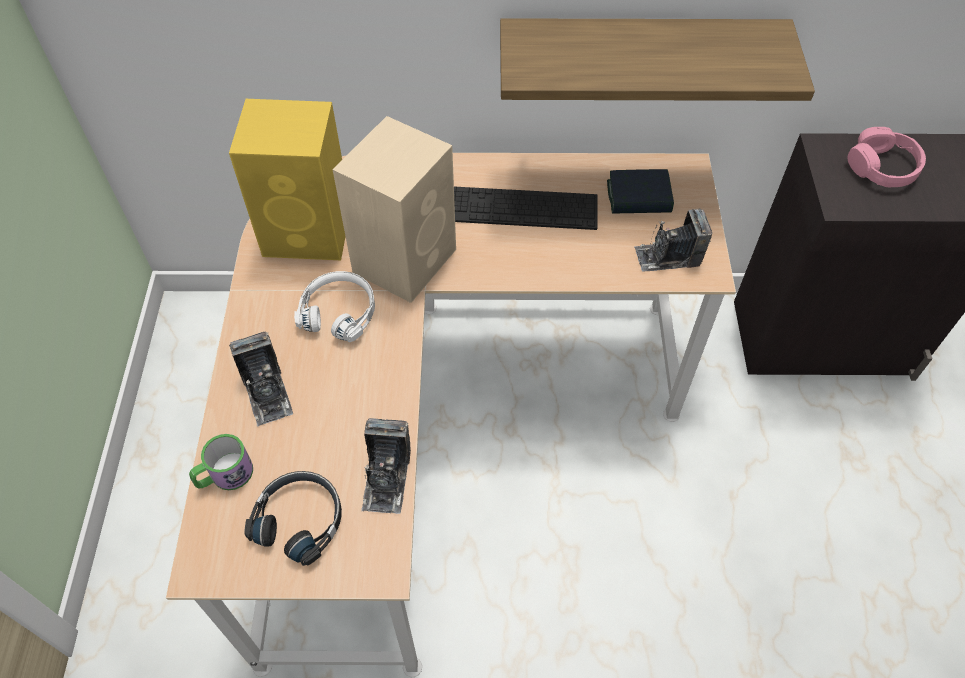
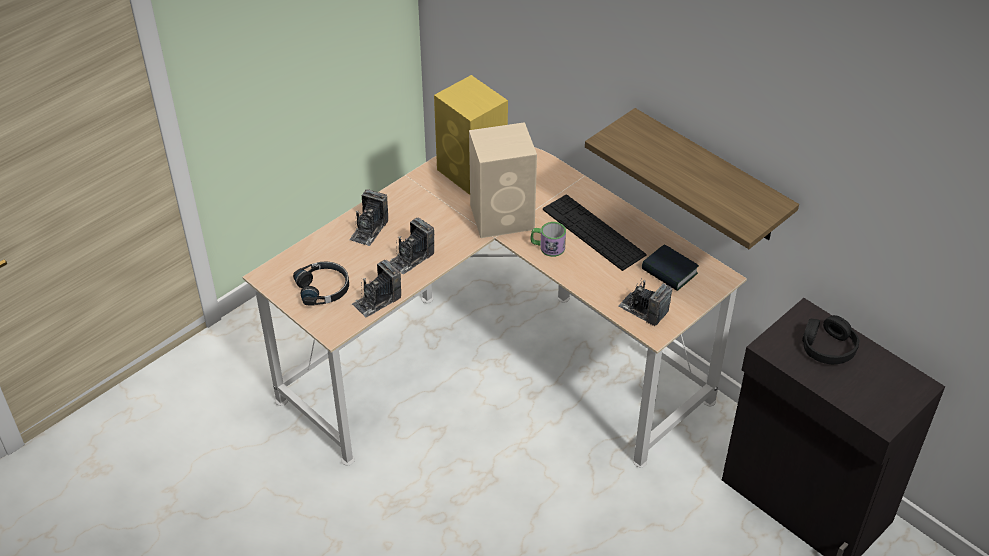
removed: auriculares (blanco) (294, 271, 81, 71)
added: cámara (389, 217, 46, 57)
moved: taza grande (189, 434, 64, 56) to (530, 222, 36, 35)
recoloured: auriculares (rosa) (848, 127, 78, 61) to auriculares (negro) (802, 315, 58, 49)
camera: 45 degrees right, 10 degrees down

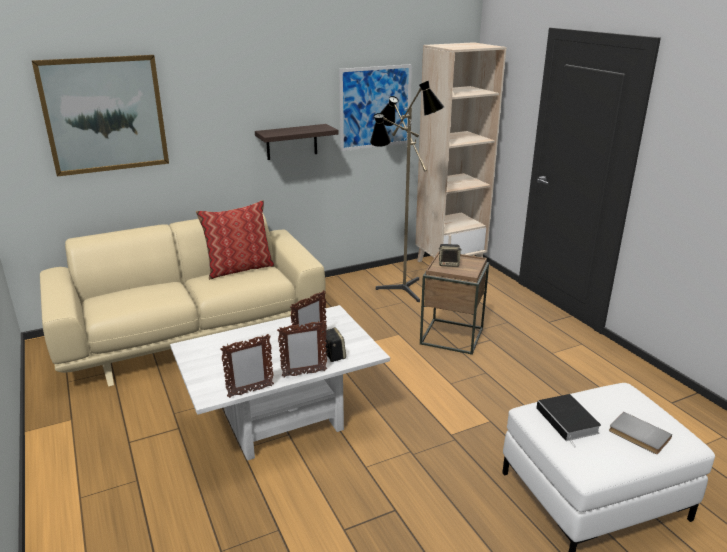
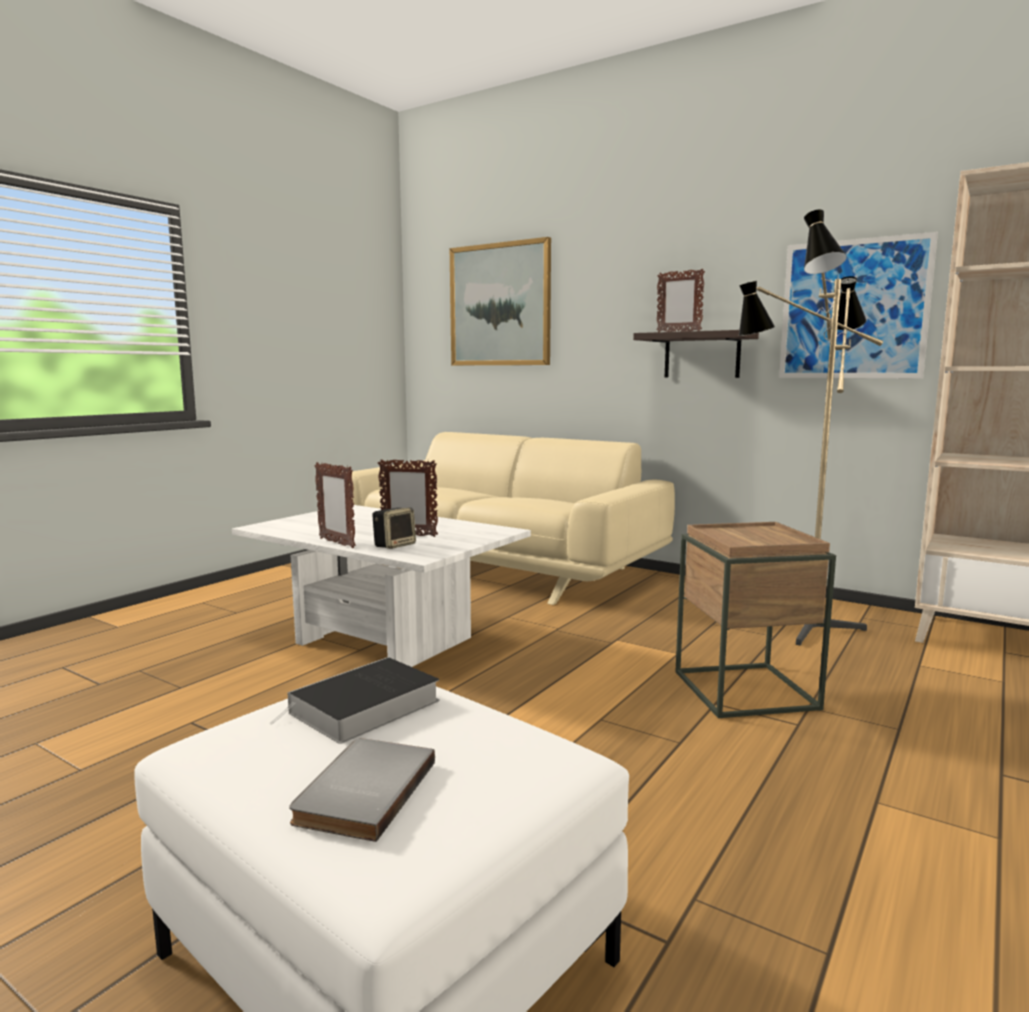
removed: cojín (196, 200, 79, 80); altavoz (439, 244, 23, 23)
moved: portarretratos (220, 334, 54, 64) to (657, 269, 48, 63)
camera: 60 degrees right, 15 degrees down

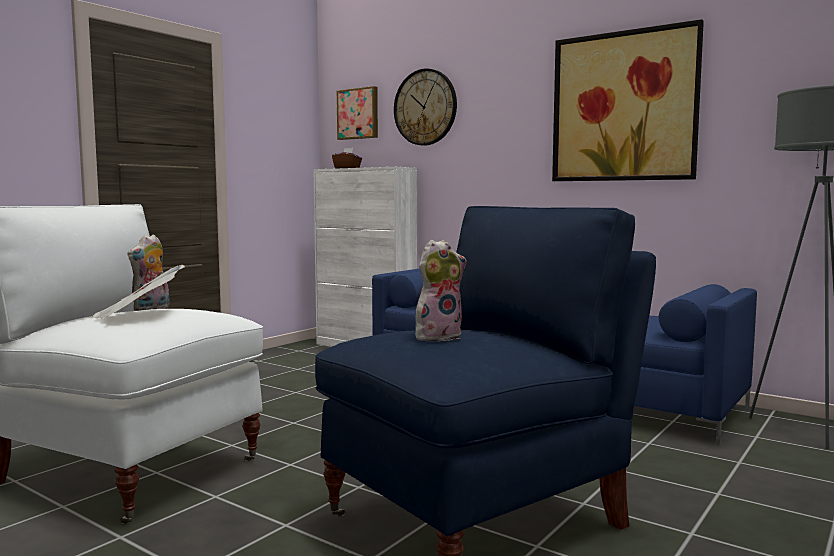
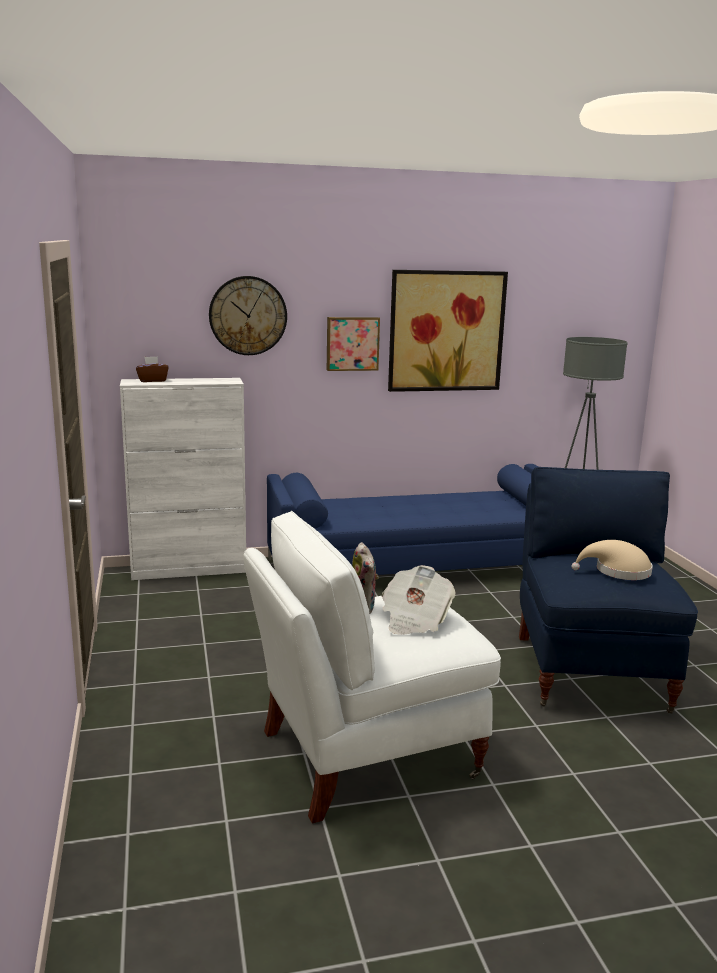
moved: cuadro (337, 86, 41, 54) to (327, 317, 53, 54)
replaced: peluche (415, 239, 52, 102) to sombrero (beis) (571, 540, 82, 40)
camera: 50 degrees left, 10 degrees up

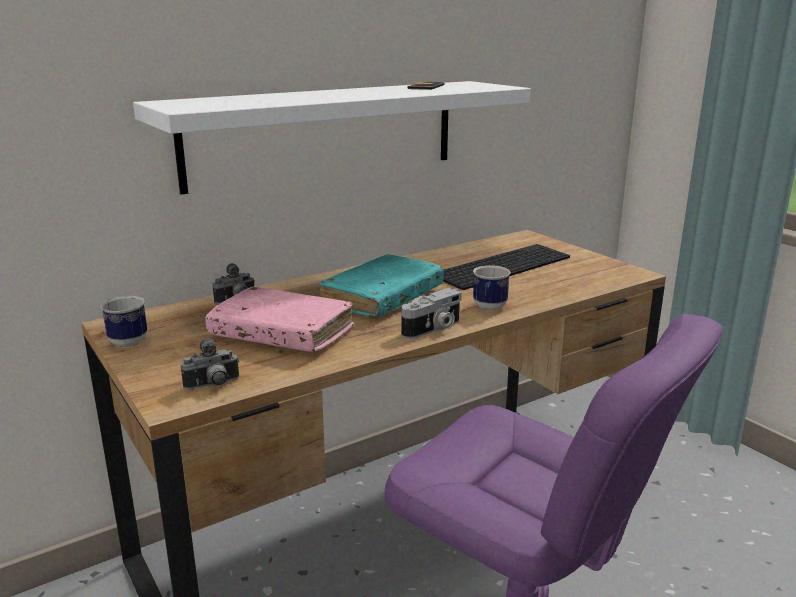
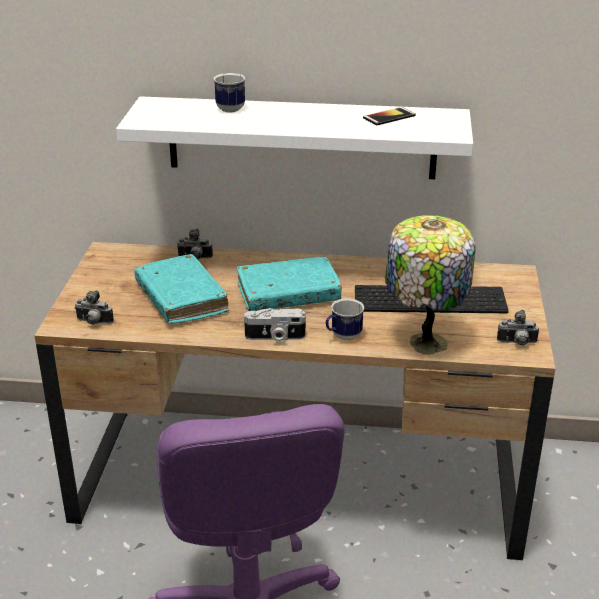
added: lámpara de mesa (385, 215, 91, 140); cámara (497, 310, 42, 36)
moved: taza grande (101, 296, 46, 51) to (213, 73, 32, 39)
recoloured: libro (rosa) (205, 286, 149, 66) to libro (turquesa) (135, 254, 94, 70)
camera: 40 degrees right, 10 degrees up

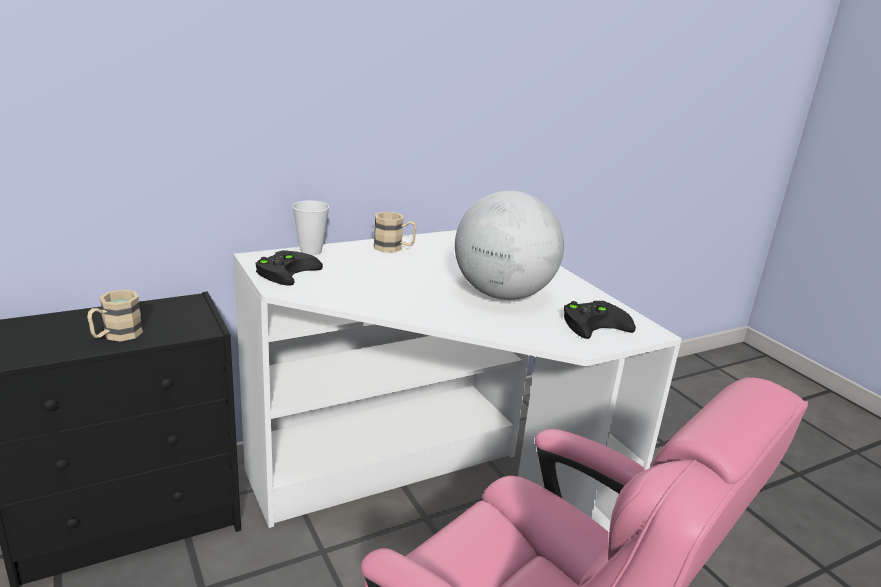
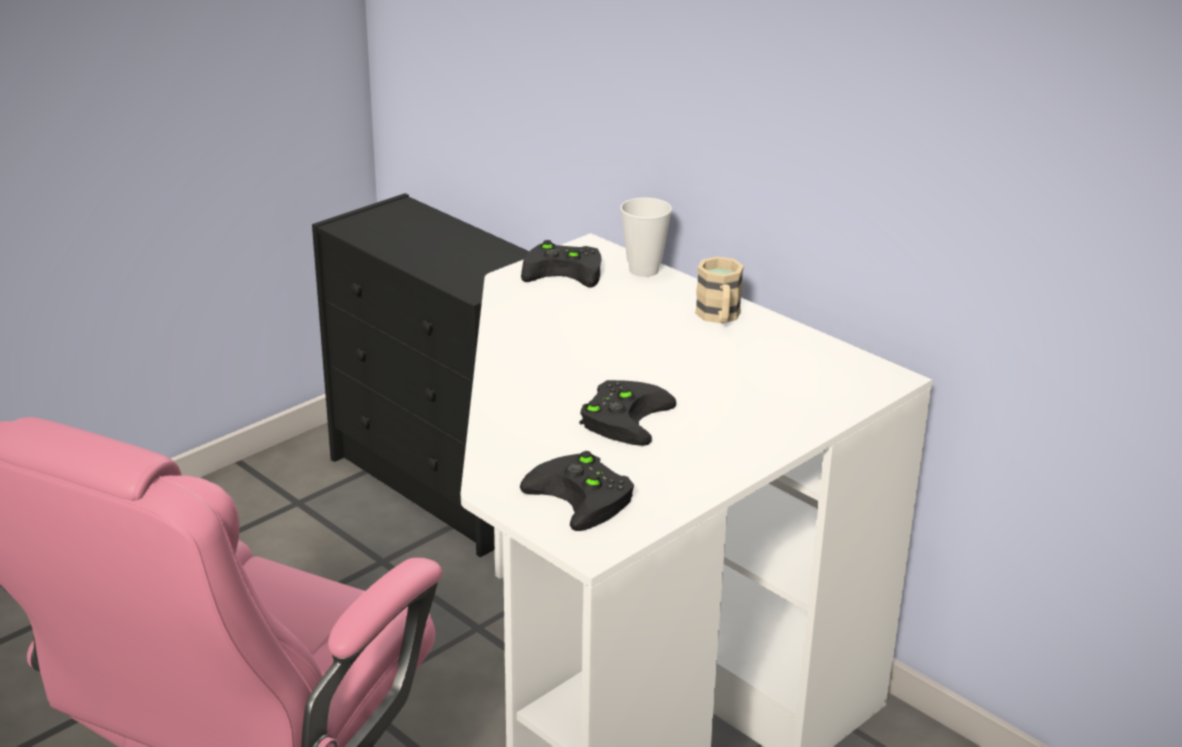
removed: taza grande (beis) (87, 289, 56, 53)
replaced: globo terráqueo (455, 191, 109, 109) to mando de consola (negro) (579, 380, 97, 66)
camera: 75 degrees right, 5 degrees up

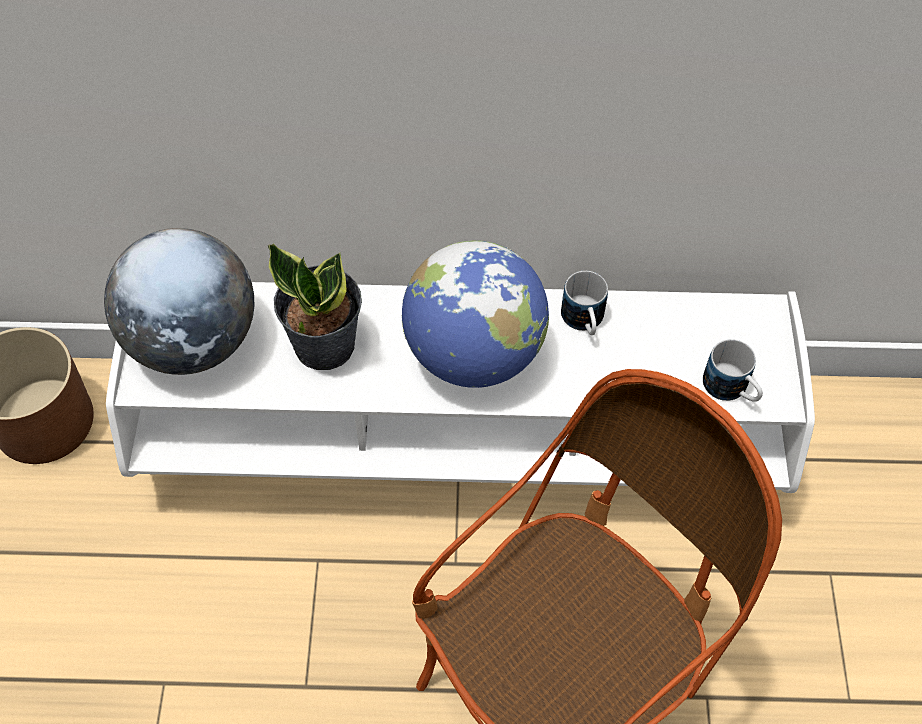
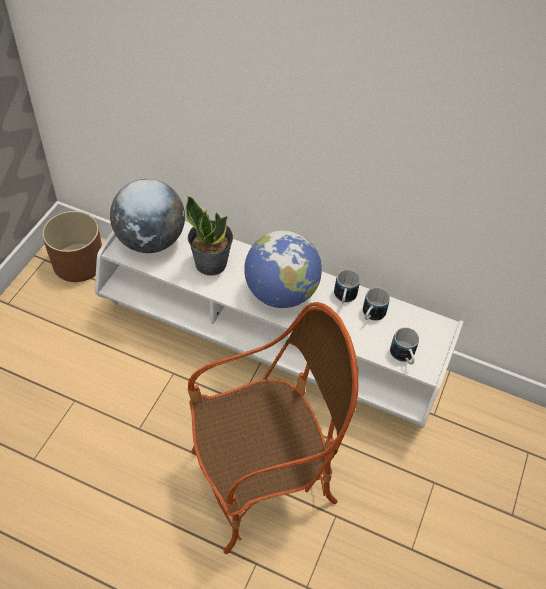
added: taza grande (363, 287, 27, 34)
camera: 20 degrees right, 5 degrees down

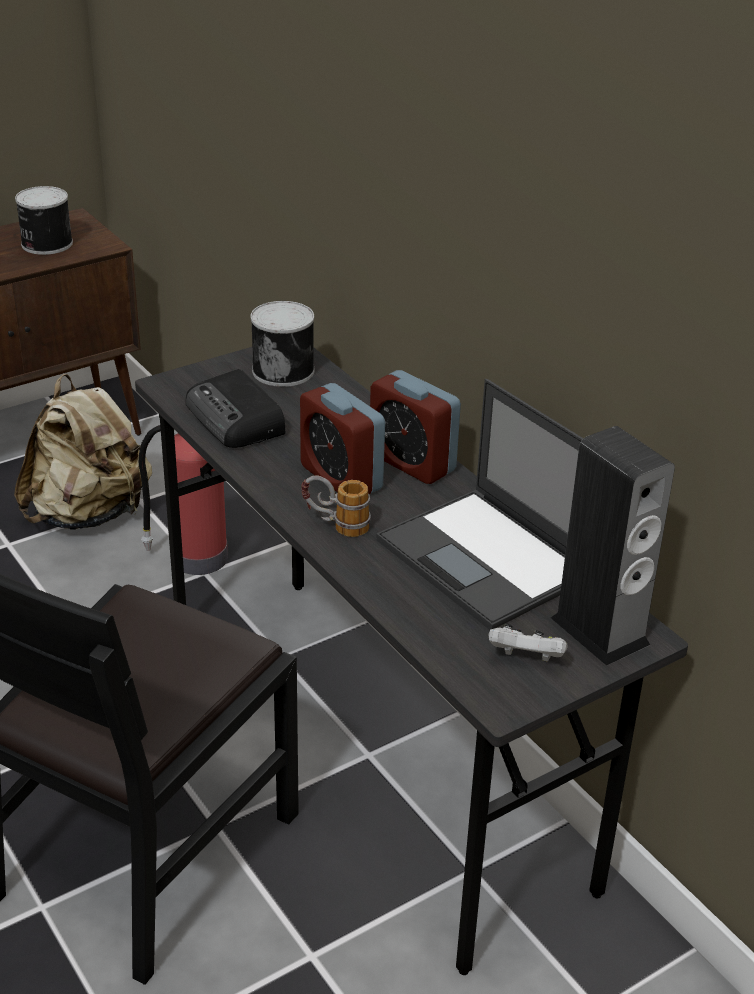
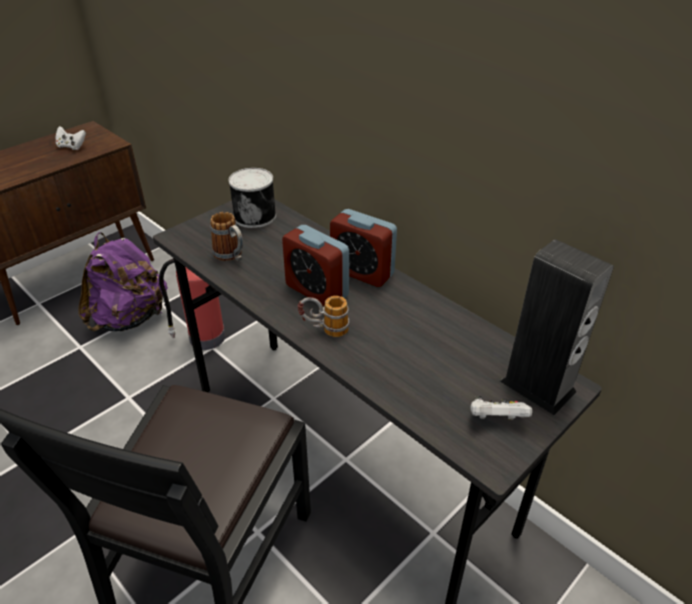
removed: portátil (376, 379, 208, 251)
replaced: lata (15, 186, 58, 69) to mando de consola (blanco) (56, 126, 30, 24); radio (186, 369, 99, 79) to taza grande (210, 212, 33, 49)
recoloured: mochila (beis) (14, 374, 138, 156) to mochila (morado) (78, 232, 90, 99)
camera: 10 degrees left, 5 degrees up

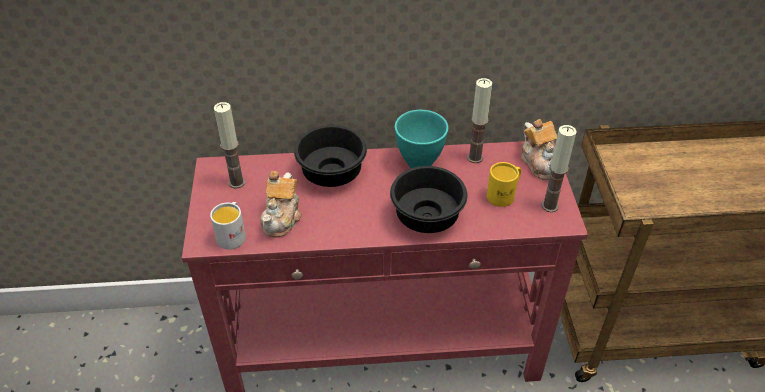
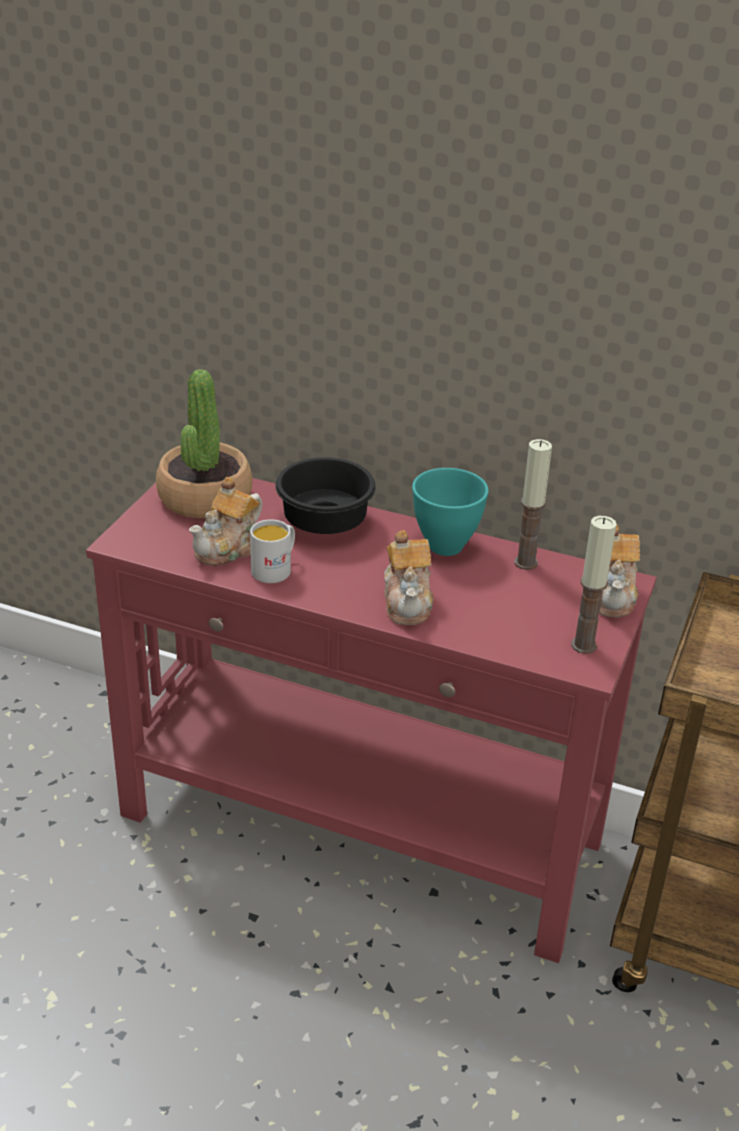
removed: taza grande (amarillo) (487, 162, 34, 45)
moved: taza grande (blanco) (210, 202, 36, 48) to (250, 519, 45, 64)
replaced: vela (214, 102, 31, 87) to planta en maceta (156, 369, 96, 149); cuenco (negro) (390, 166, 77, 67) to tetera (384, 530, 50, 95)
camera: 25 degrees right, 10 degrees down

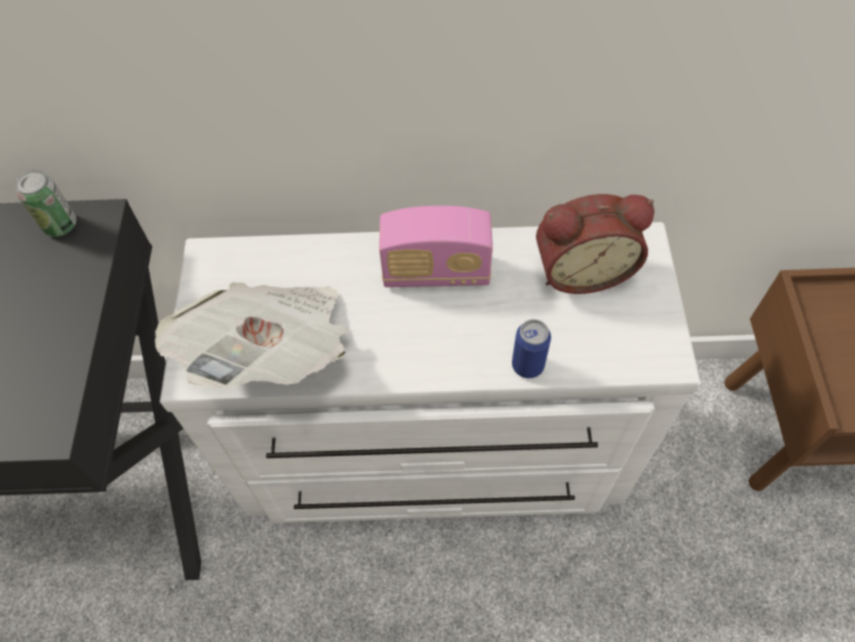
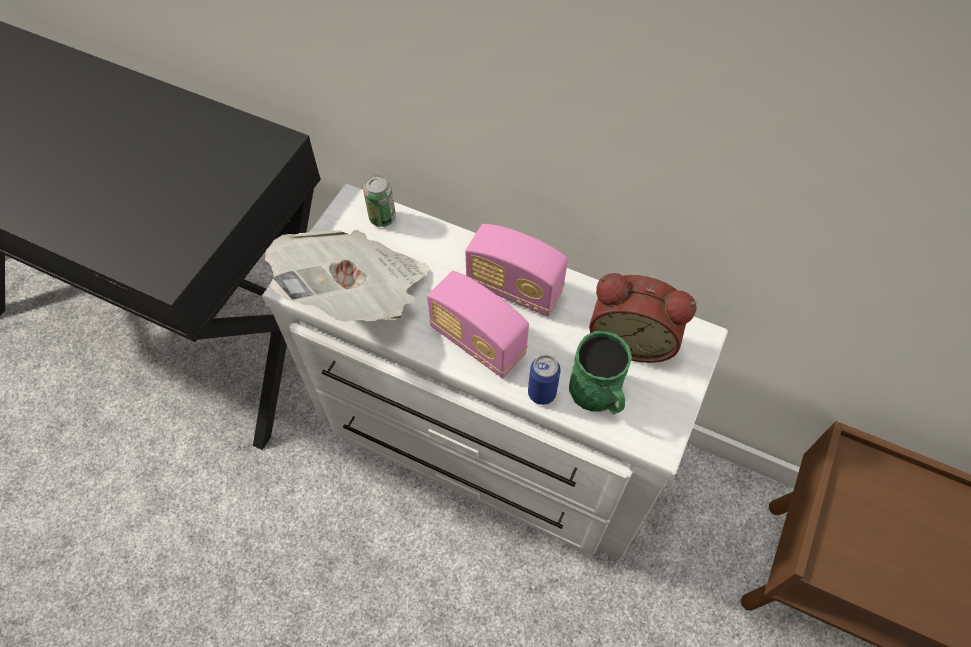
added: radio (427, 271, 102, 107); taza grande (verde) (569, 331, 63, 84)
moved: lata (15, 170, 61, 67) to (363, 175, 33, 52)
camera: 25 degrees right, 0 degrees up

